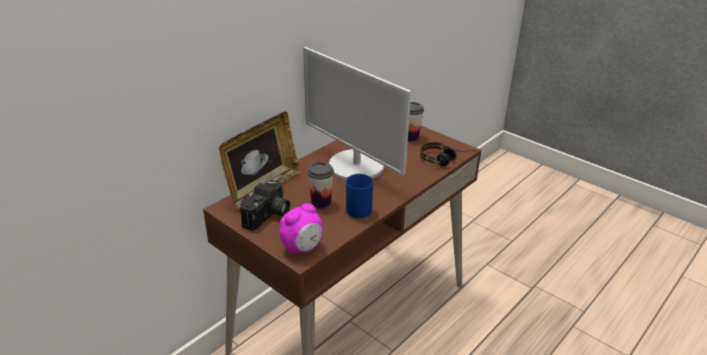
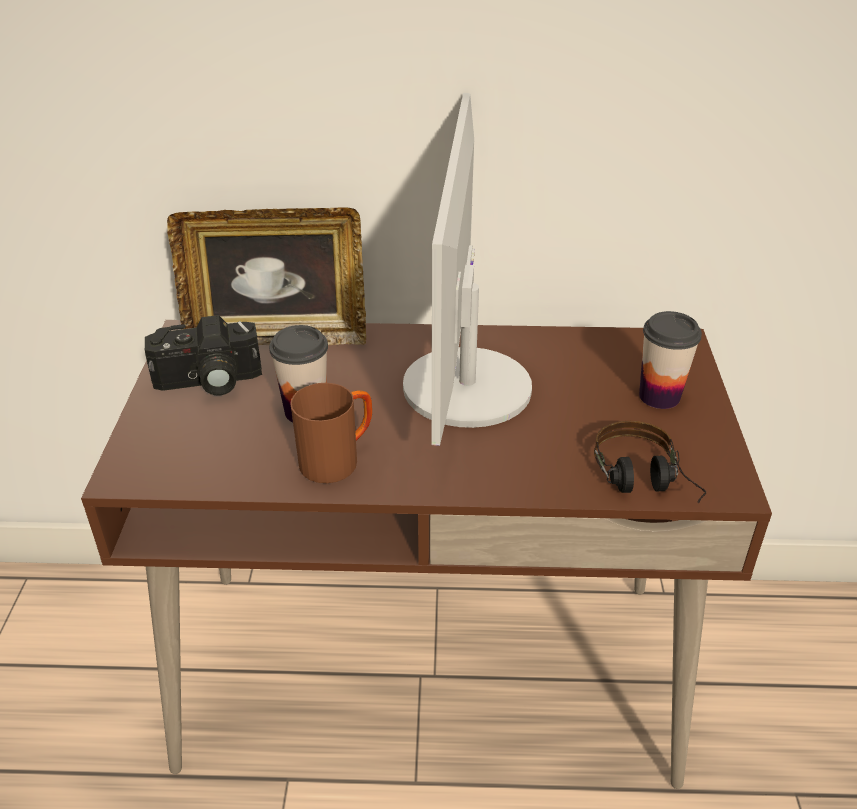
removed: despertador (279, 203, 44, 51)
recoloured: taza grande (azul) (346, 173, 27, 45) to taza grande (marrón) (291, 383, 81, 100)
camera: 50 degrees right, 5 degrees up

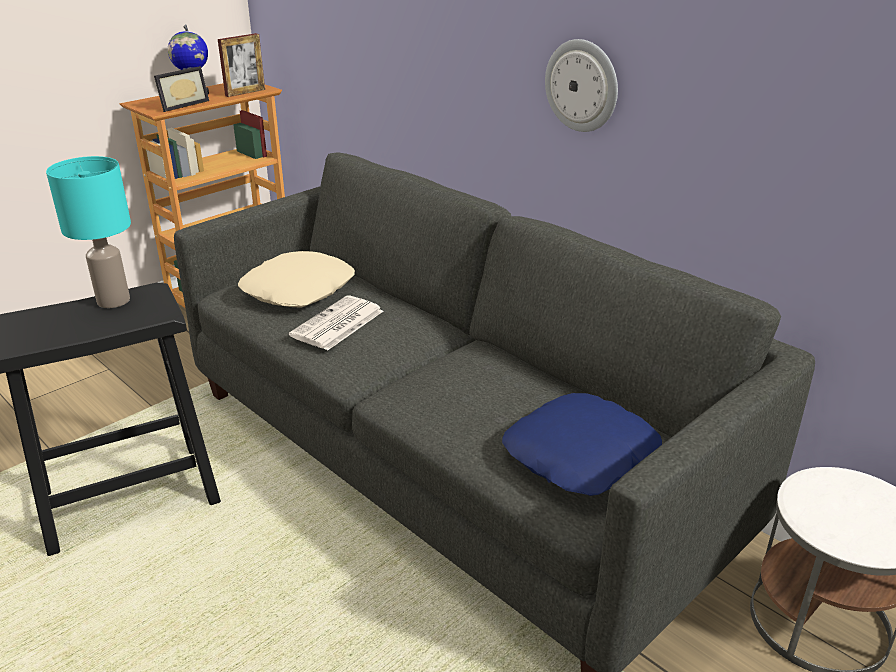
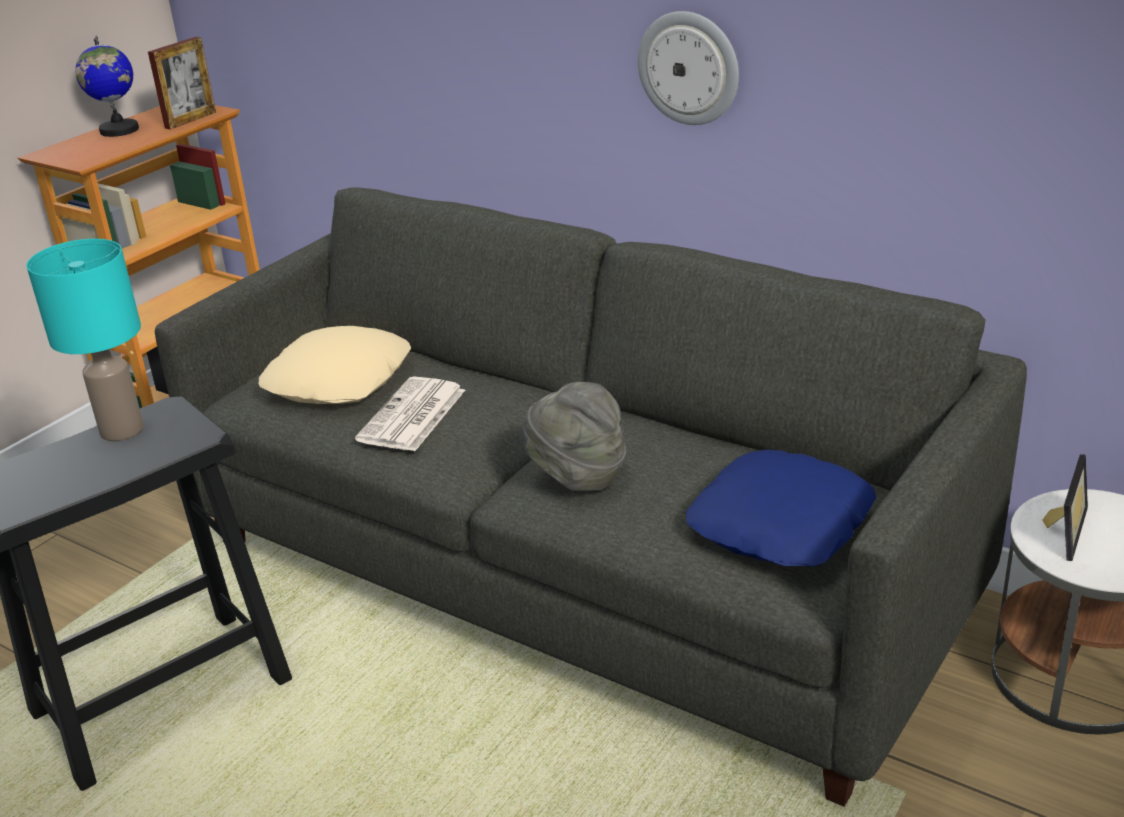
added: sombrero (gris) (520, 382, 106, 109)
moved: portarretratos (154, 66, 55, 46) to (1042, 454, 46, 107)
camera: 10 degrees left, 0 degrees up

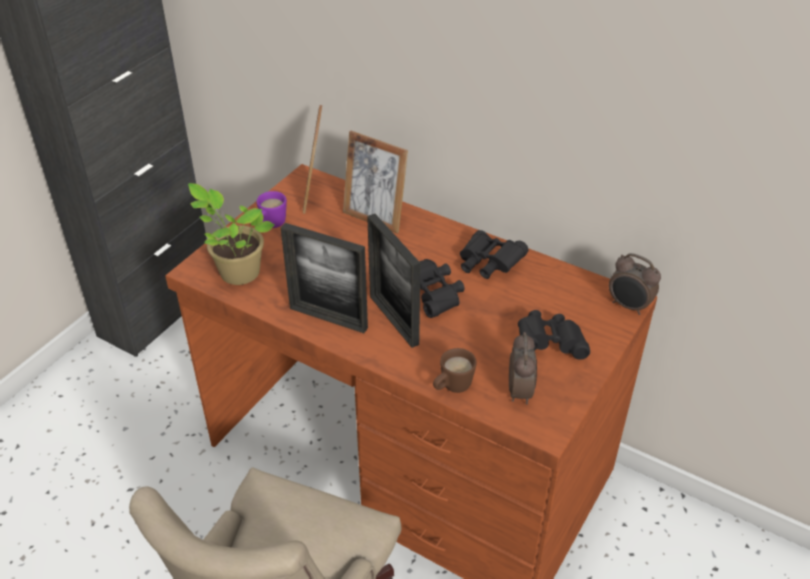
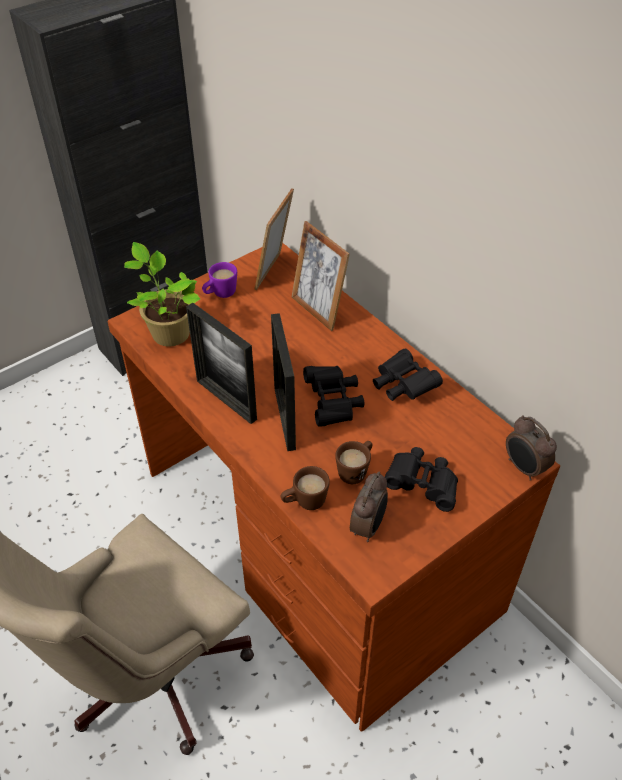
added: taza grande (marrón) (335, 441, 38, 43)
camera: 20 degrees right, 5 degrees up

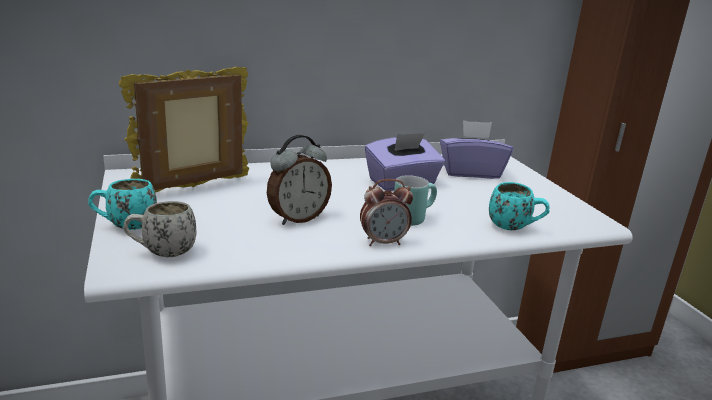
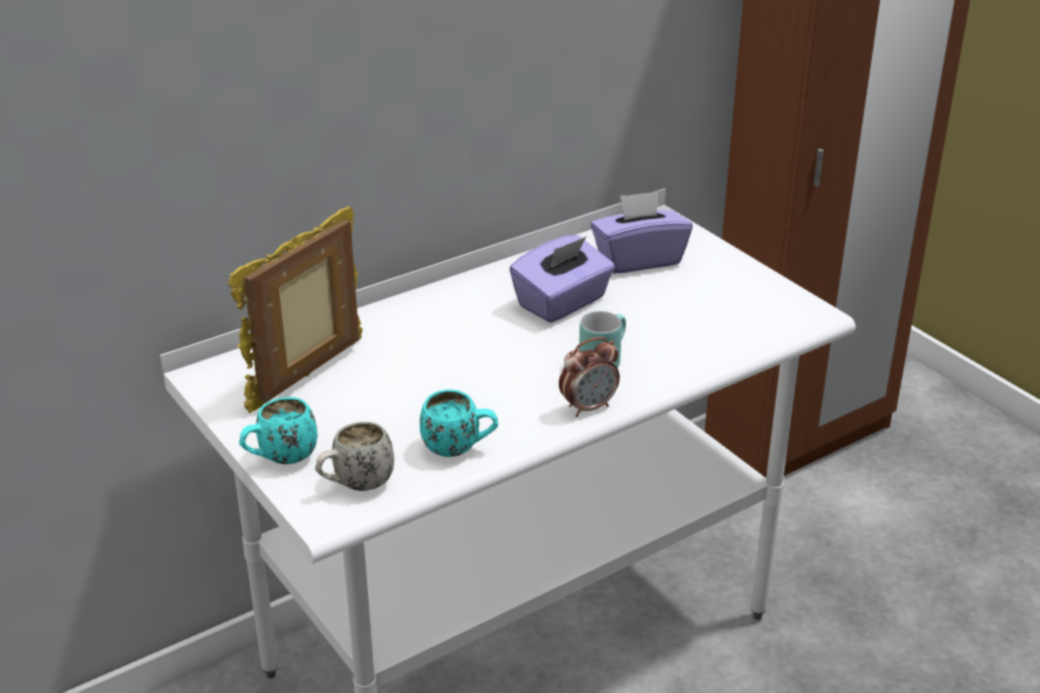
removed: despertador (267, 135, 65, 90)
moved: taza grande (turquesa) (489, 182, 61, 48) to (420, 389, 78, 68)
camera: 15 degrees left, 10 degrees up

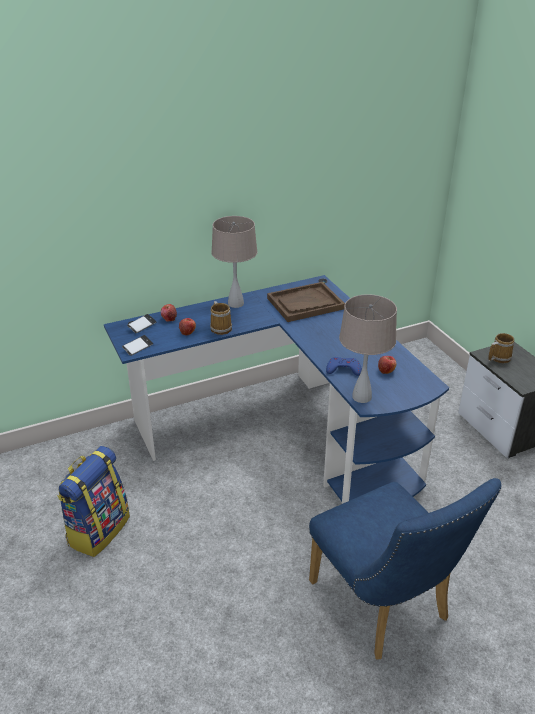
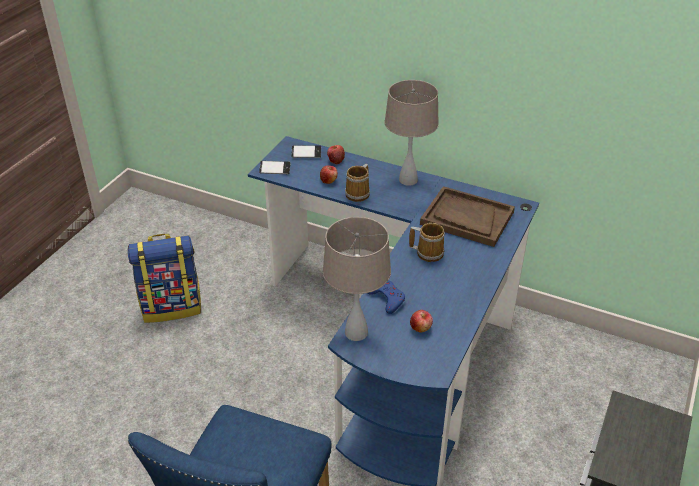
moved: taza grande (488, 333, 27, 30) to (409, 223, 36, 39)
camera: 50 degrees right, 5 degrees up

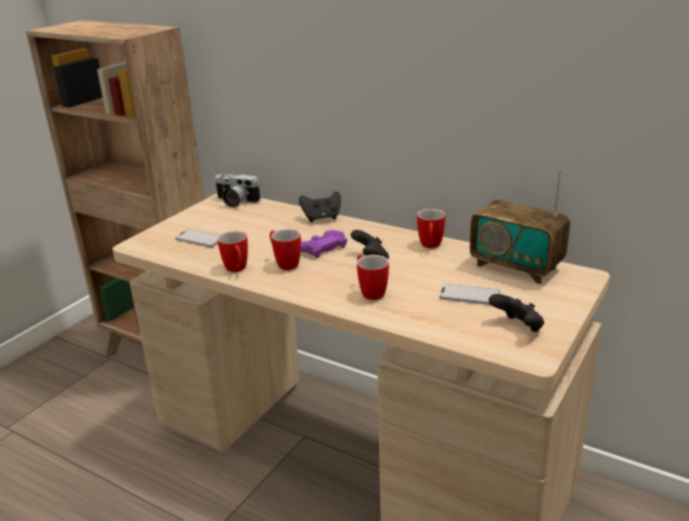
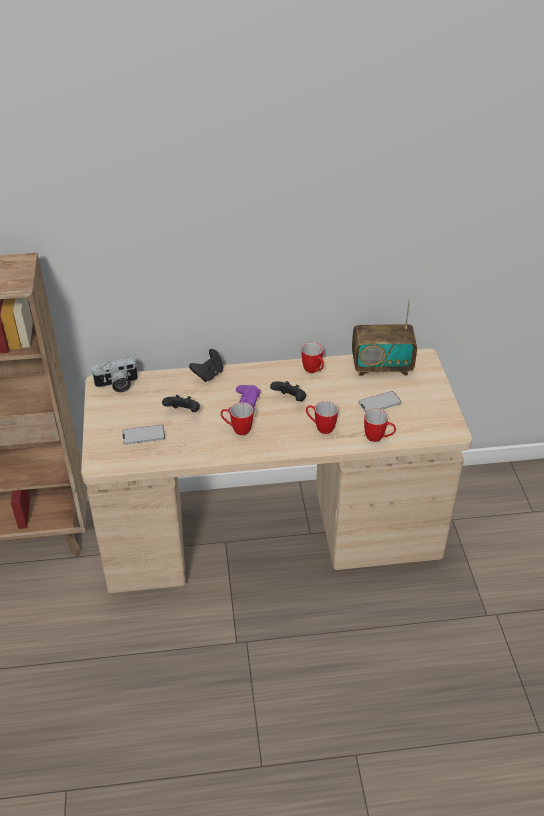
moved: taza grande (217, 231, 31, 41) to (364, 409, 32, 33); mando de consola (negro) (489, 294, 55, 38) to (162, 395, 38, 17)
camera: 40 degrees left, 15 degrees up

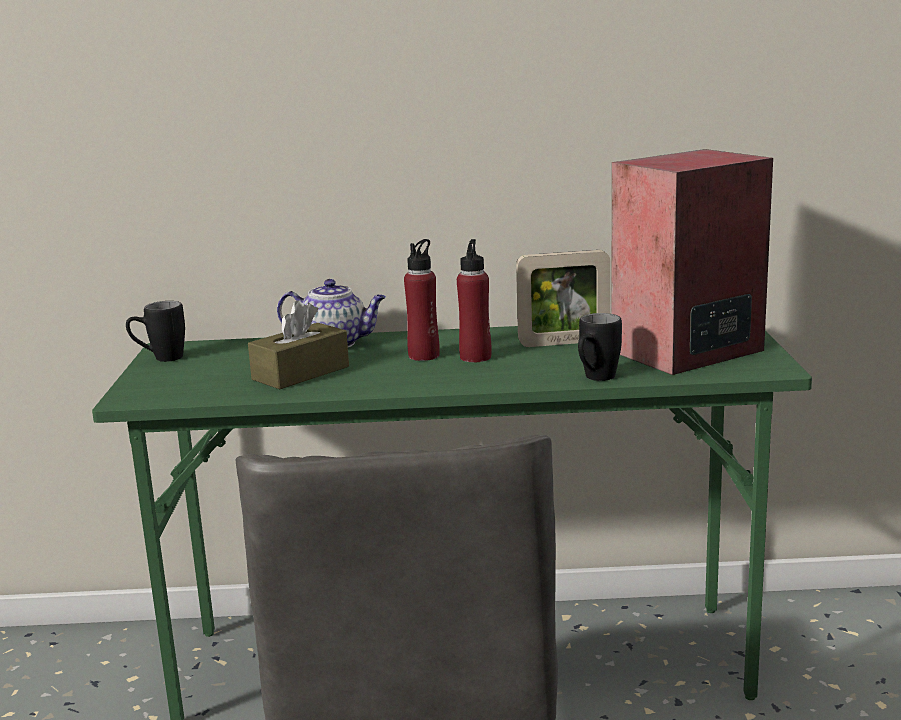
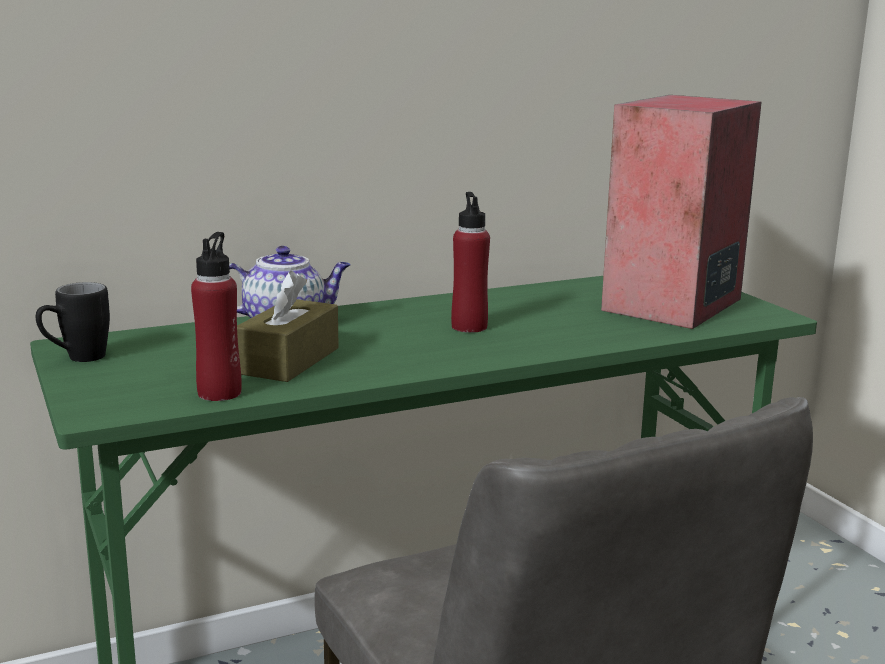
removed: portarretratos (516, 250, 94, 97); taza grande (negro) (578, 313, 44, 68)
moved: botella (rojo) (404, 239, 36, 122) to (191, 232, 51, 169)
camera: 25 degrees left, 0 degrees up

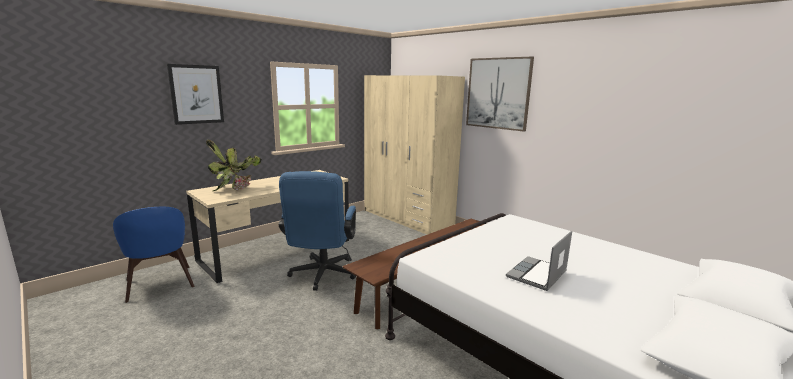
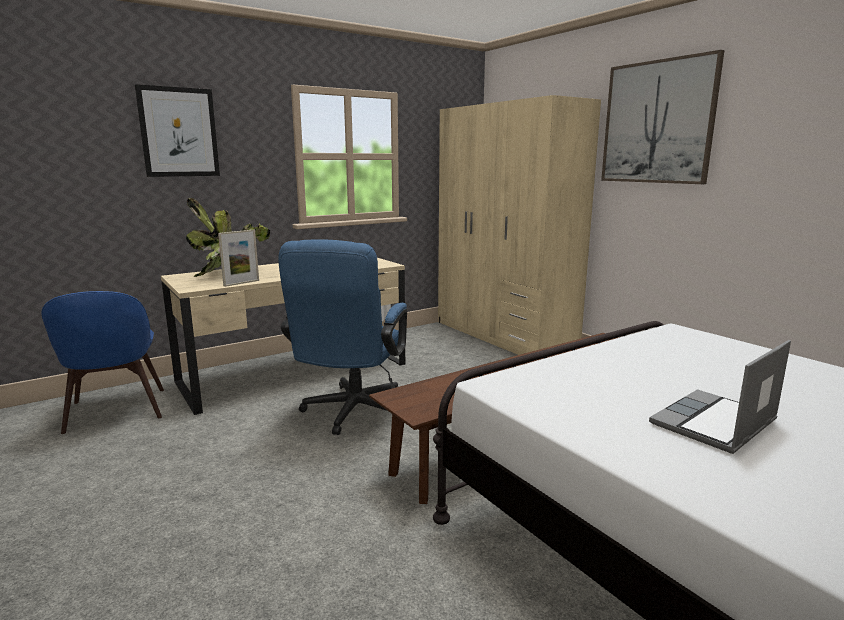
added: portarretratos (218, 230, 41, 57)
camera: 10 degrees right, 0 degrees up

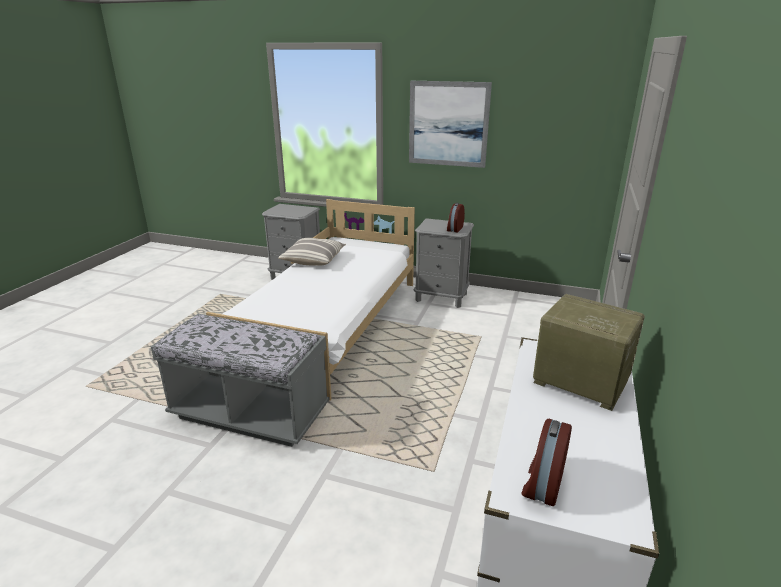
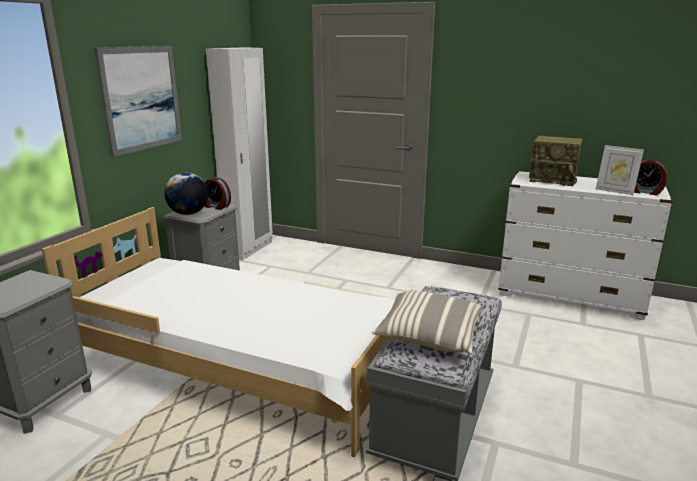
added: armario ropero (blanco) (206, 48, 67, 213); portarretratos (596, 145, 48, 50); globo terráqueo (164, 173, 44, 42)
moved: cojín (278, 238, 68, 28) to (372, 291, 110, 63)
turned: radio (533, 294, 112, 117) = (529, 136, 54, 50) 105 degrees counterclockwise
camera: 85 degrees left, 5 degrees down

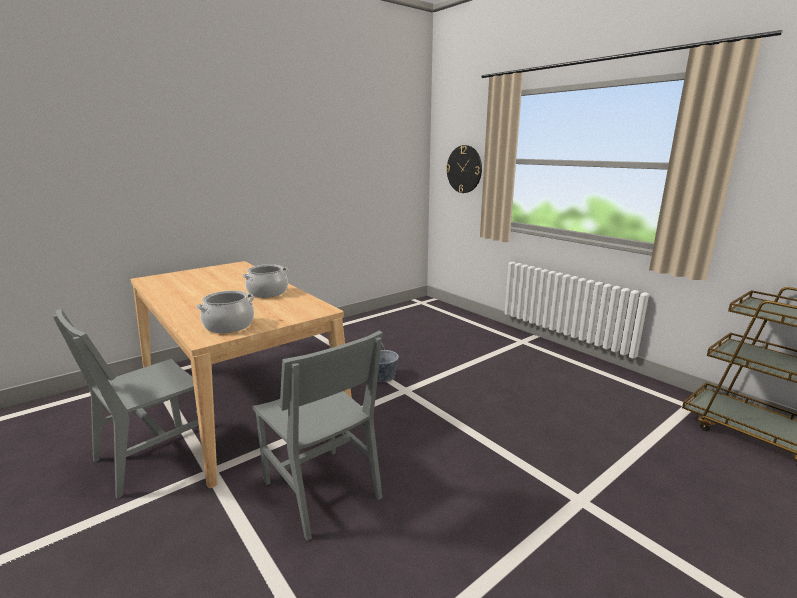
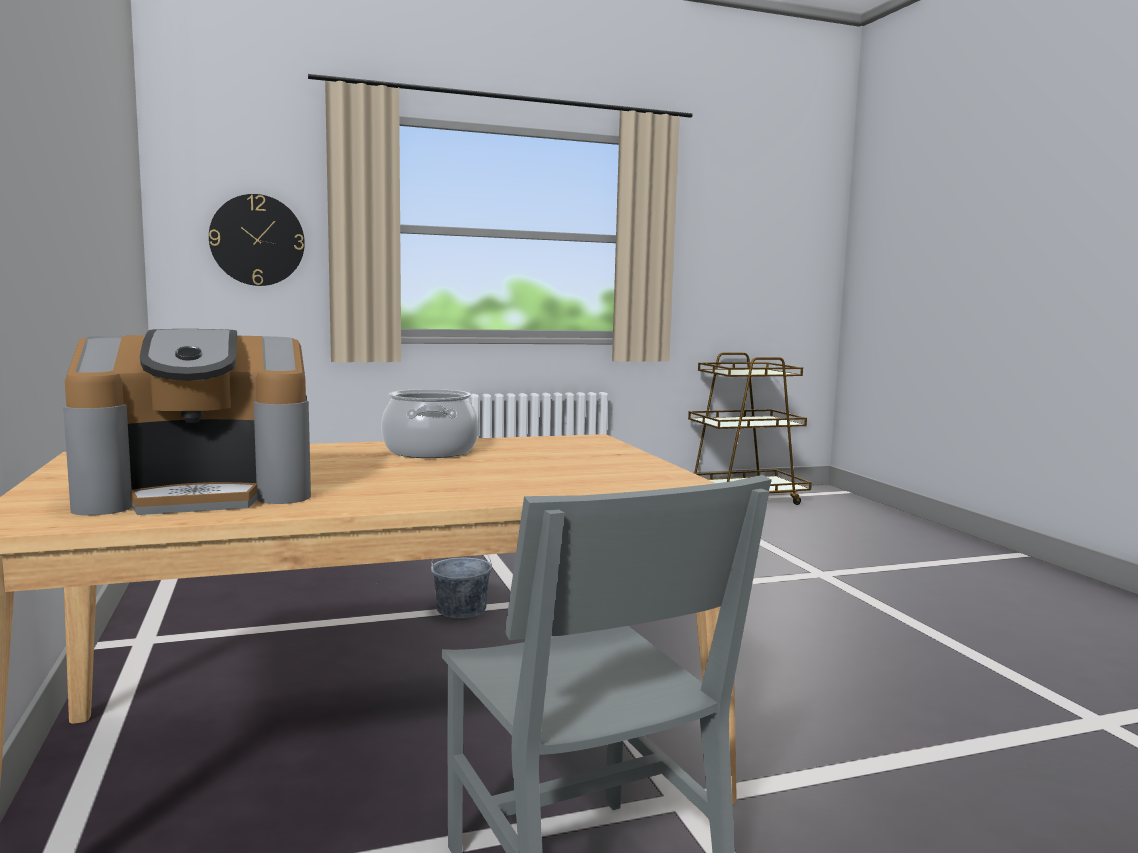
removed: olla (196, 290, 58, 43); silla (gris) (252, 330, 131, 211)
added: cafetera (63, 329, 248, 187)
camera: 70 degrees left, 10 degrees down

